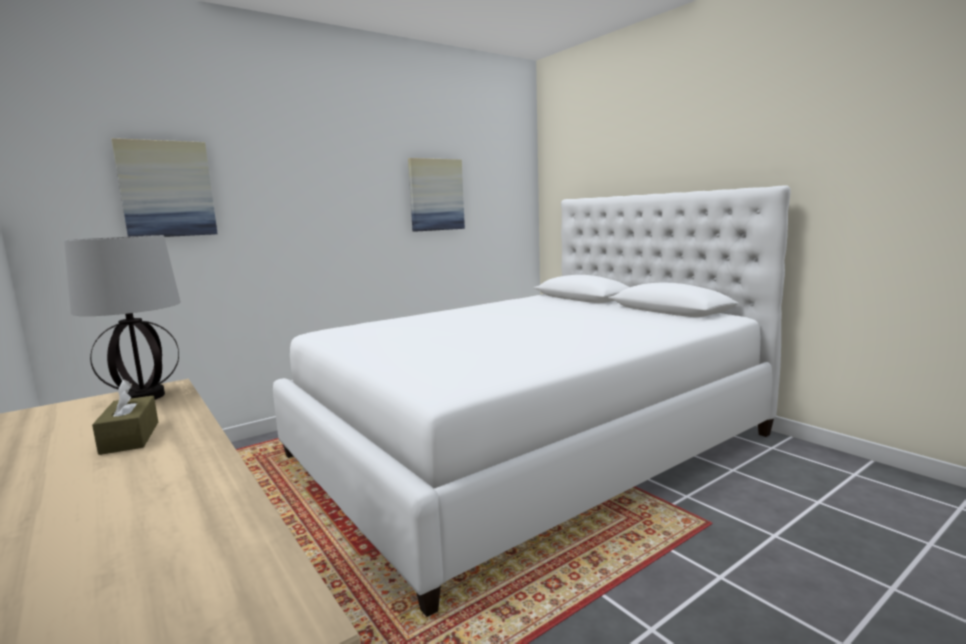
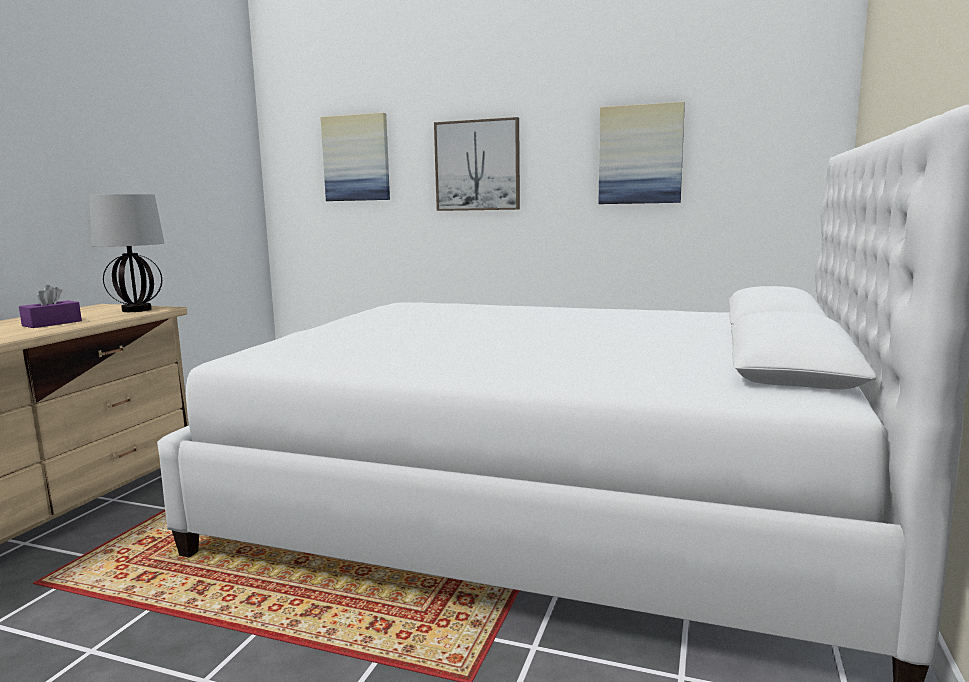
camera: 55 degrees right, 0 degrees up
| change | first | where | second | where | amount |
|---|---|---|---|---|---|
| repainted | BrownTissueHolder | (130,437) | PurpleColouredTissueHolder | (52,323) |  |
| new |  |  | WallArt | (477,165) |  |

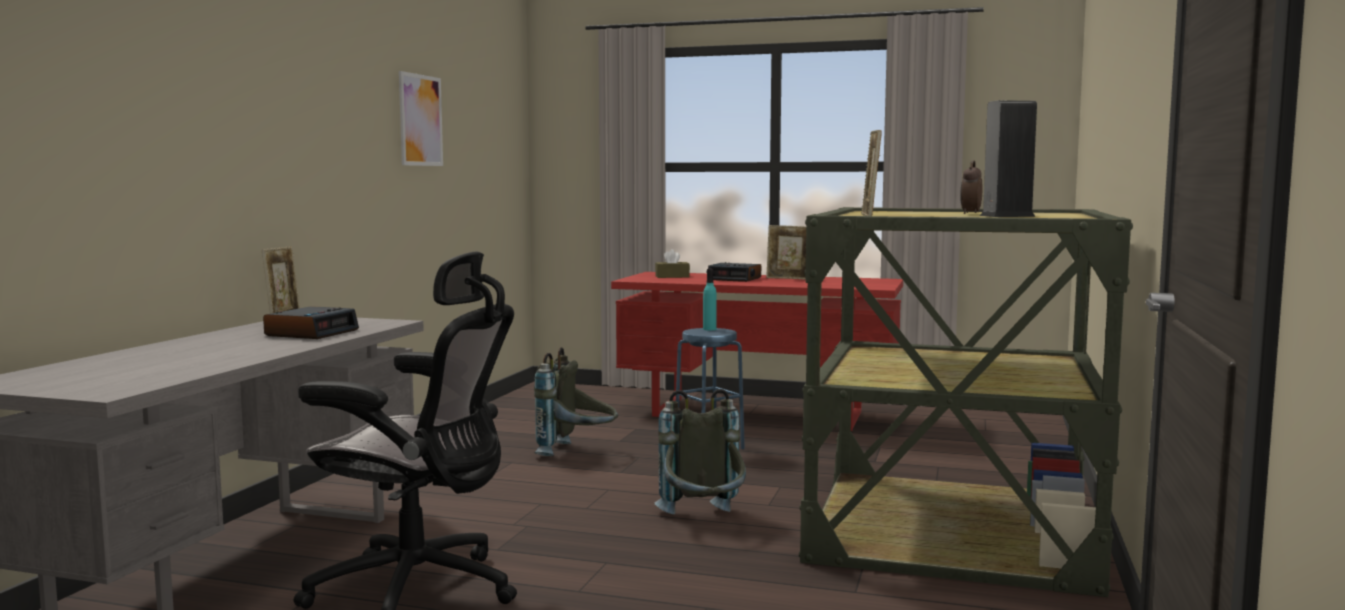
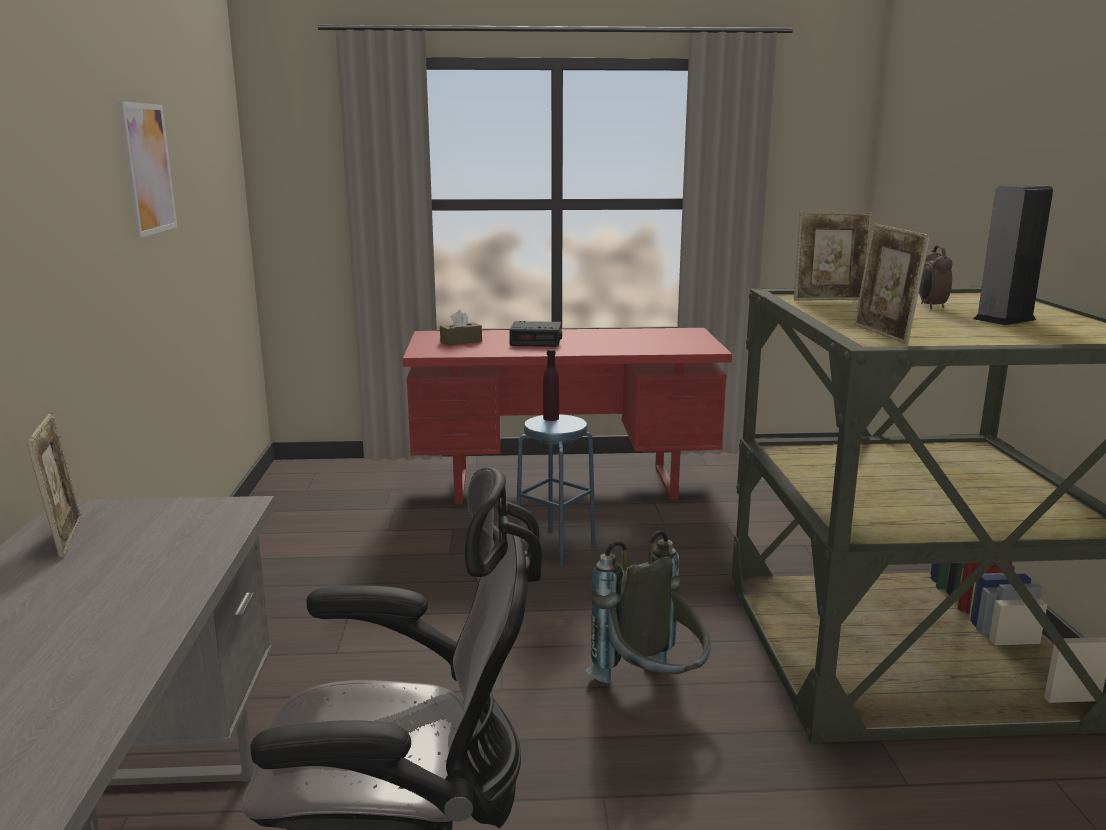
camera: 20 degrees left, 10 degrees up
| change | first | where | second | where | amount |
|---|---|---|---|---|---|
| shifted | PictureFrame | (789,279) |  | (828,300) |  |
| repainted | BlueGreenDrinkBottle | (709,329) | PurpleColouredDrinkBottle | (551,418) |  |
| gone | BedsideClock | (312,332) |  |  |  |
| gone | GrayKnapsack | (577,452) |  |  |  |

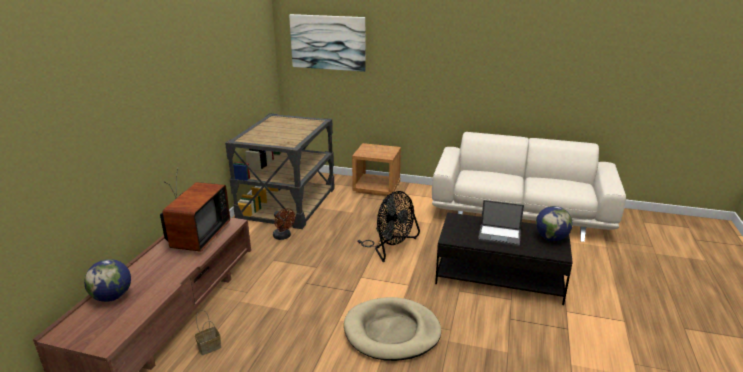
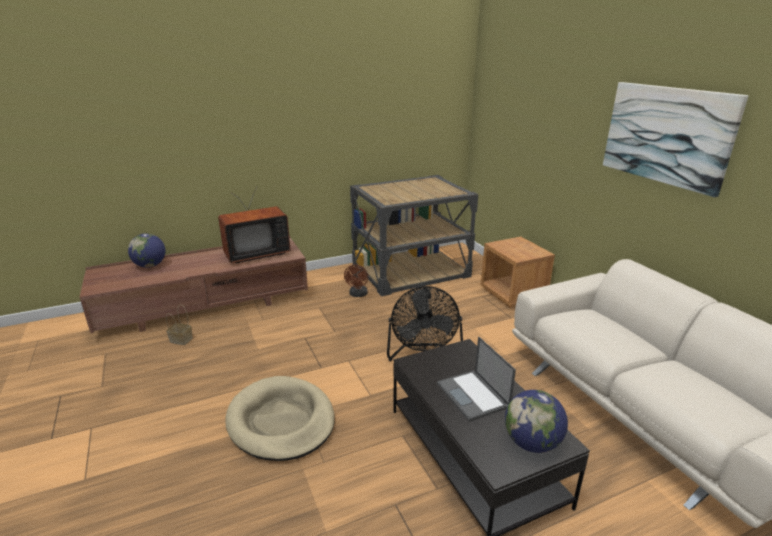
camera: 50 degrees right, 0 degrees up
| change | first | where | second | where | amount |
|---|---|---|---|---|---|
| shifted | WallArt | (328,42) |  | (666,135) |  |

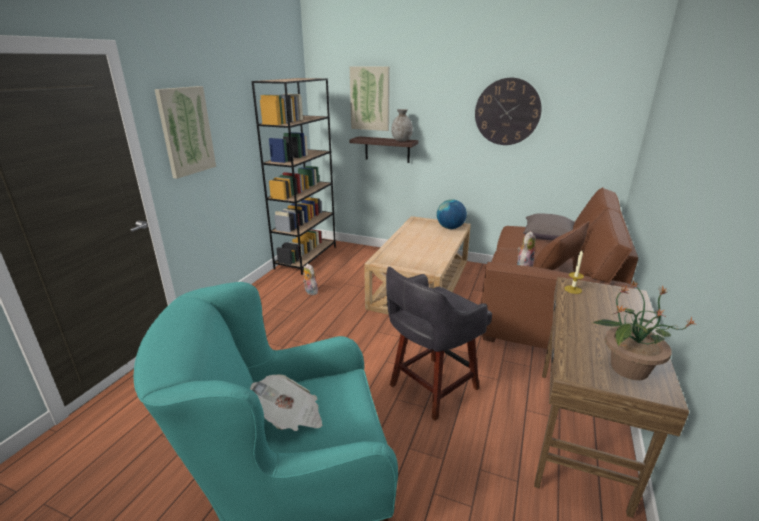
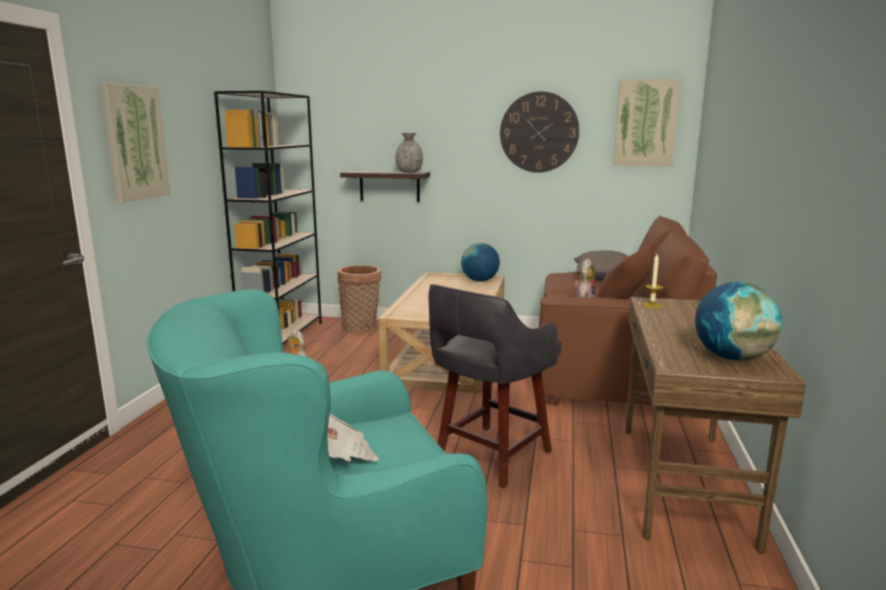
camera: 10 degrees left, 10 degrees down
| change | first | where | second | where | amount |
|---|---|---|---|---|---|
| shifted | WallArt | (370,98) |  | (645,123) |  |
| swapped | PottedPlant | (627,368) | WorldGlobe | (732,357) |  |
| new |  |  | StorageBasket | (361,327) |  |

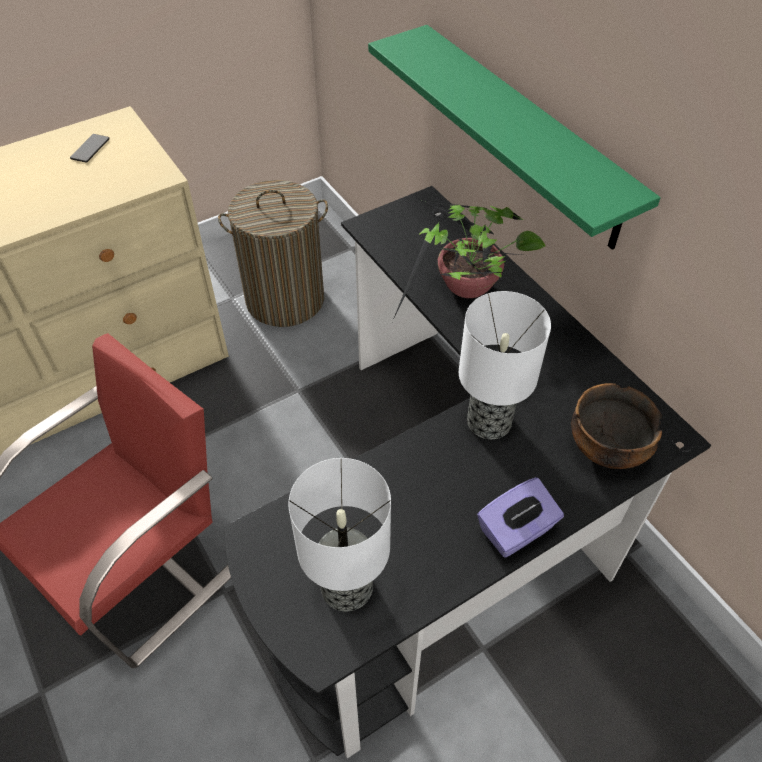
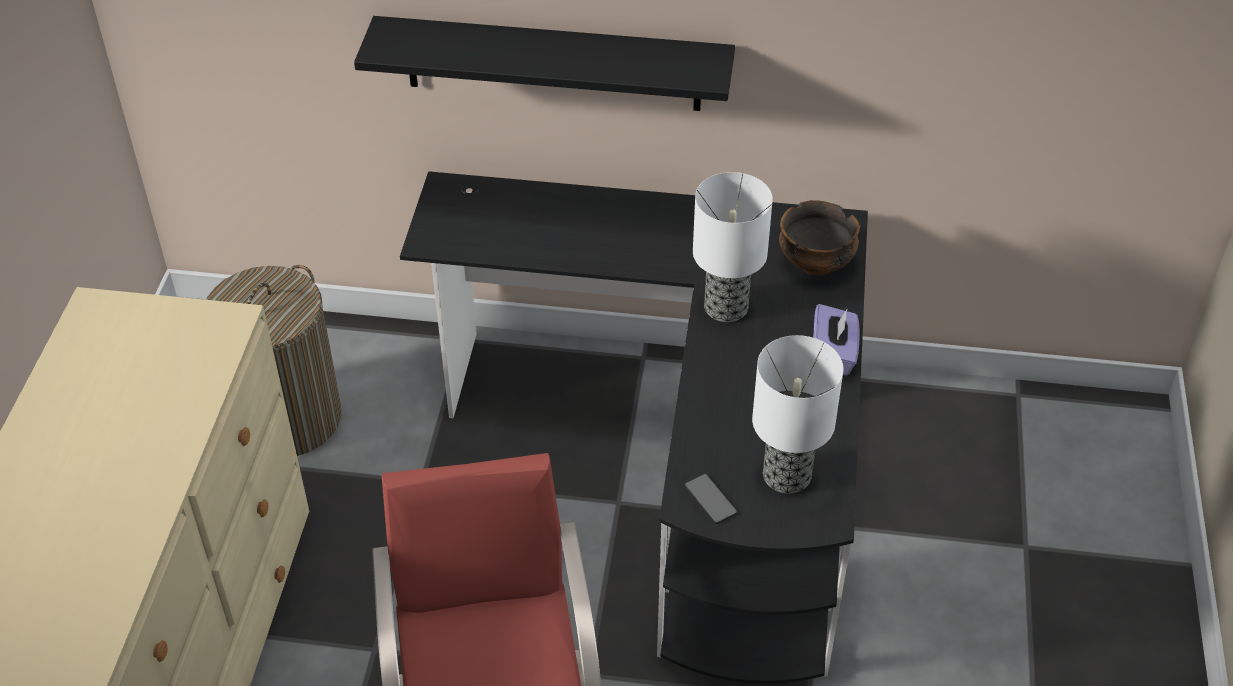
camera: 50 degrees left, 5 degrees down
| change | first | where | second | where | amount |
|---|---|---|---|---|---|
| repainted | GreenColouredBracketShelf | (523,136) | BlackBracketShelf | (553,64) |  |
| shifted | Telephone | (90,149) |  | (710,499) |  |
| gone | PottedPlant | (465,290) |  |  |  |

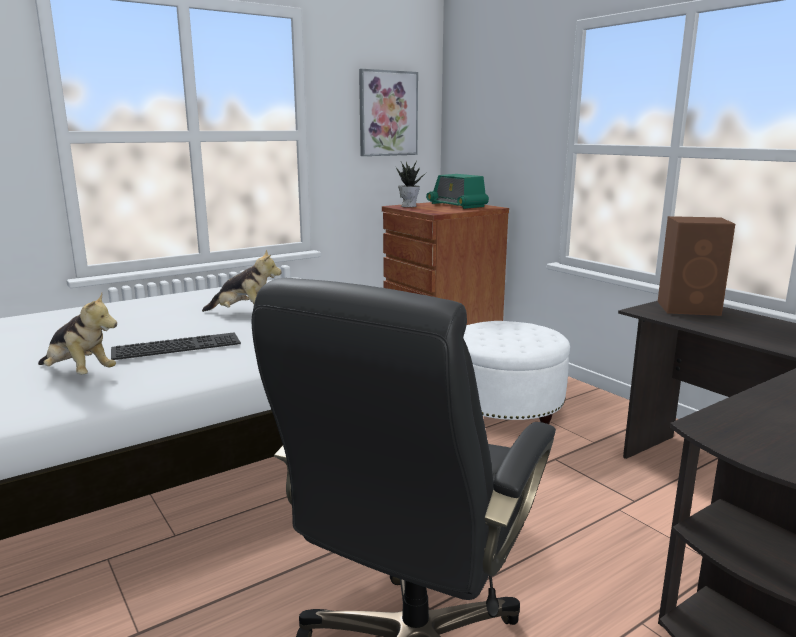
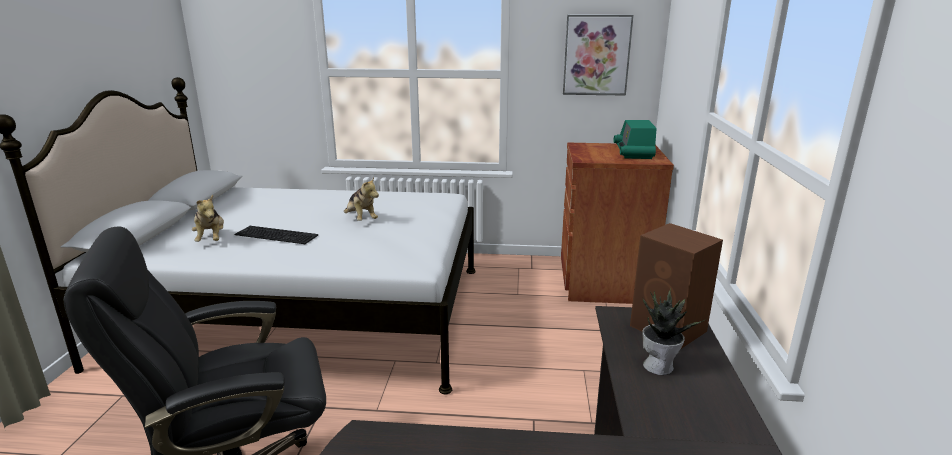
camera: 40 degrees right, 5 degrees up
| change | first | where | second | where | amount |
|---|---|---|---|---|---|
| shifted | PottedPlant | (409,206) |  | (659,365) |  |
| gone | WhiteOttoman | (505,410) |  |  |  |

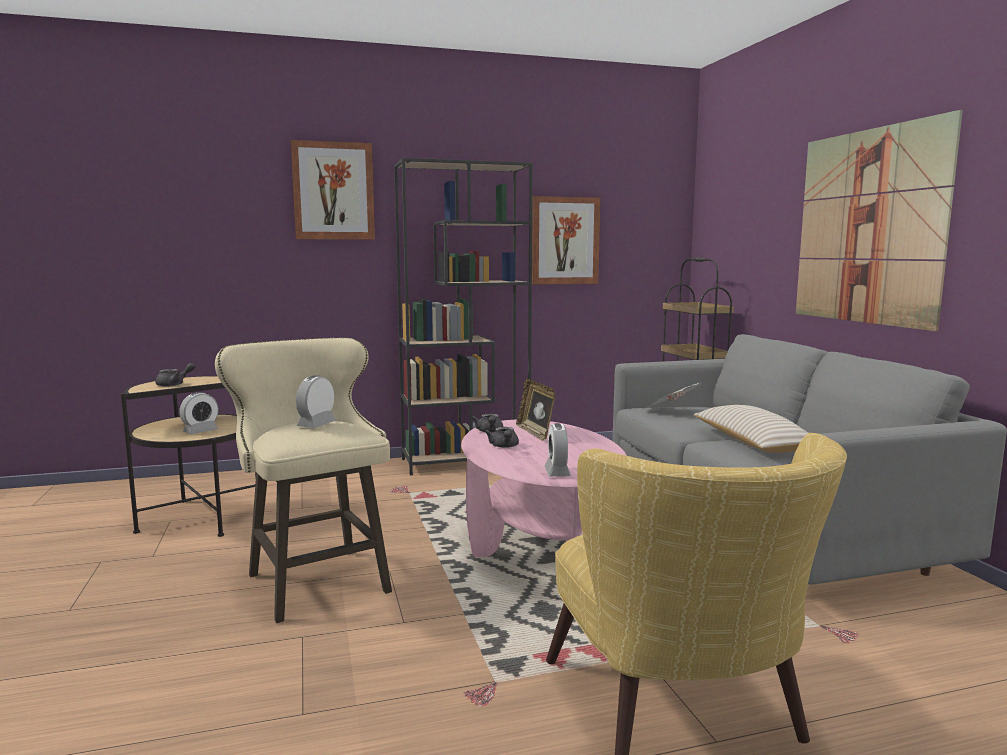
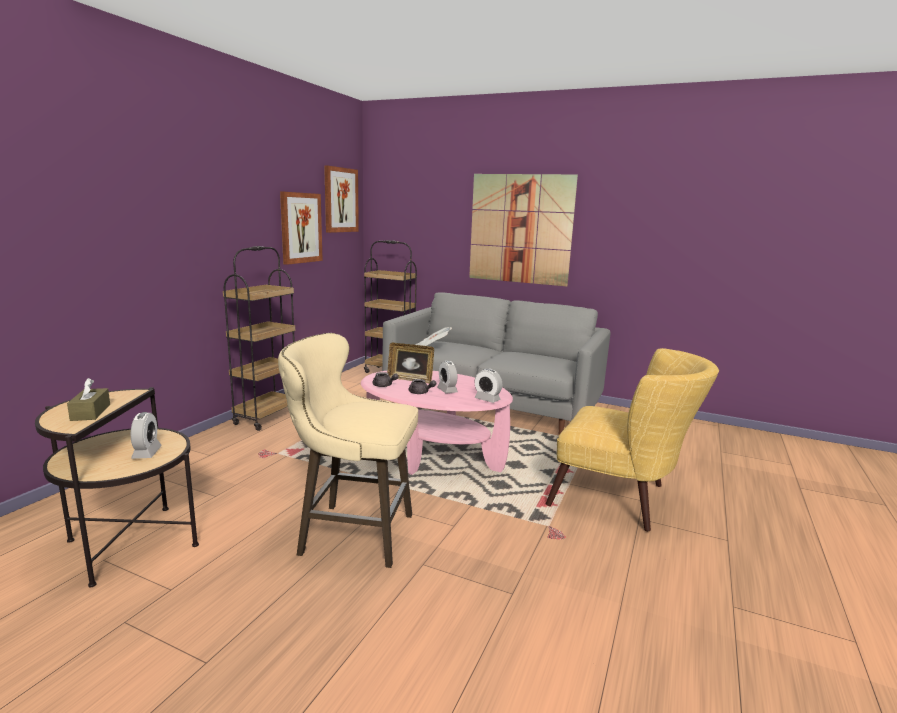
camera: 50 degrees left, 5 degrees up
| change | first | where | second | where | amount |
|---|---|---|---|---|---|
| shifted | WallArt | (333,191) |  | (340,200) |  |
| swapped | Bookshelf | (466,461) | BrownTrolley | (267,418) |  |
| swapped | GrayTeaPot | (174,384) | BrownTissueHolder | (90,412) |  |
| shifted | BedsideClock | (316,424) |  | (447,390) |  |
| gone | SandColouredThrowPillow | (752,442) |  |  |  |

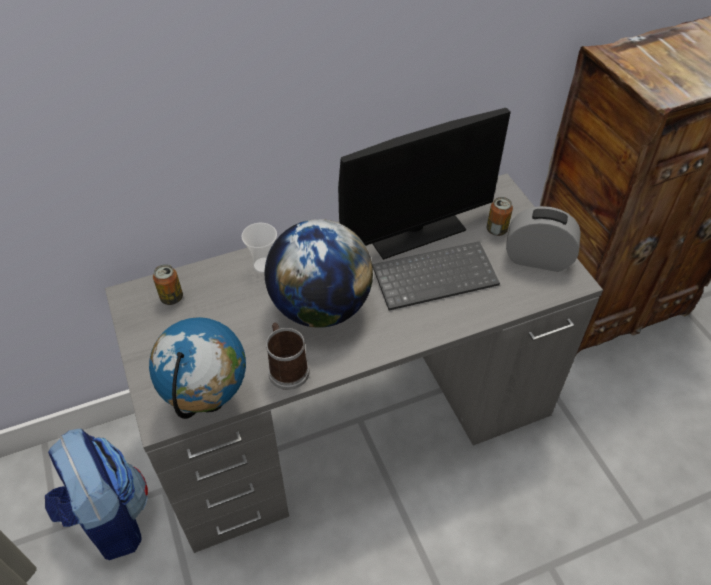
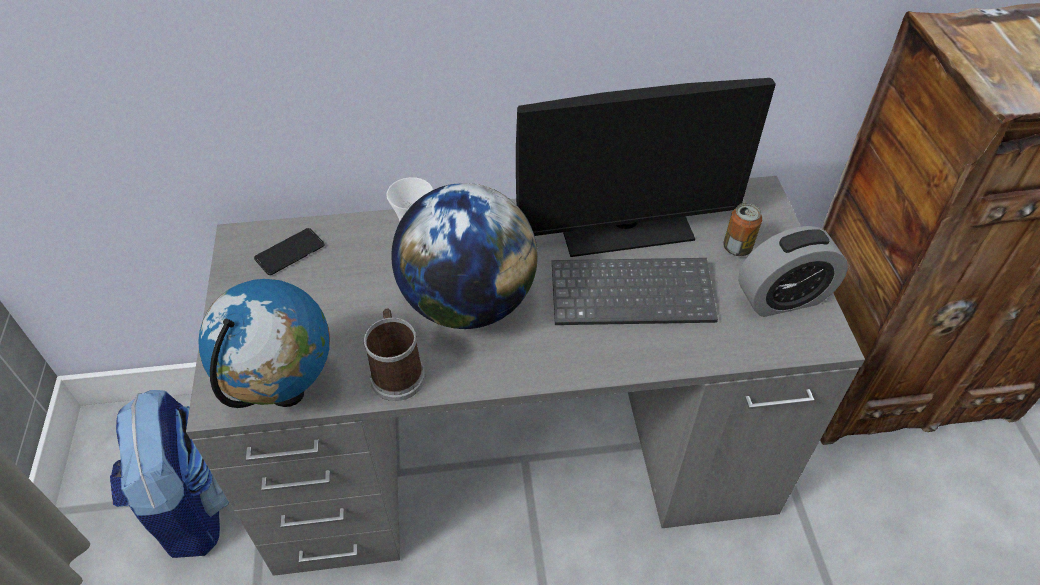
camera: 15 degrees right, 0 degrees up
| change | first | where | second | where | amount |
|---|---|---|---|---|---|
| rotated | BedsideClock | (537,259) |  | (782,298) | 135 degrees clockwise |
| swapped | SealedCan | (171,298) | Telephone | (290,252) |  |

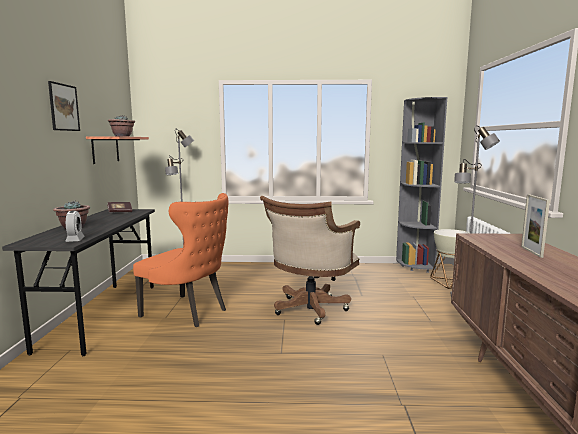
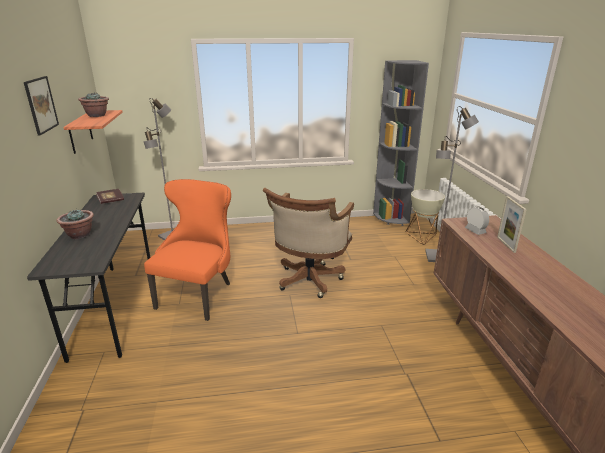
camera: 10 degrees left, 15 degrees up
| change | first | where | second | where | amount |
|---|---|---|---|---|---|
| rotated | OrangeyPlainChair | (188,312) |  | (198,295) | 90 degrees counterclockwise |
| shifted | BedsideClock | (75,240) |  | (475,230) |  |

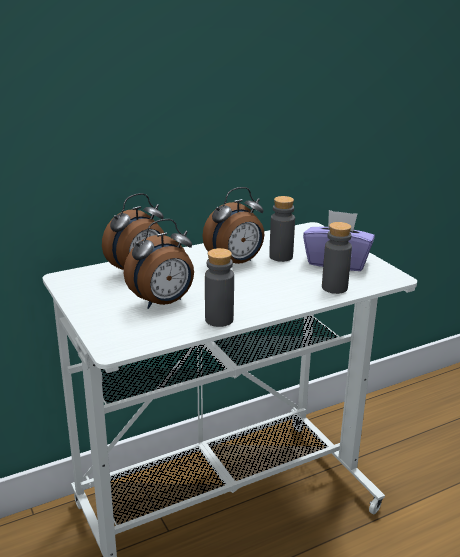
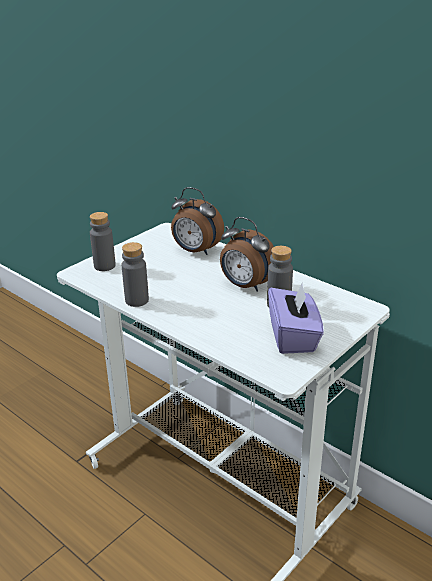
camera: 70 degrees right, 5 degrees up
| change | first | where | second | where | amount |
|---|---|---|---|---|---|
| gone | BedsideClock | (163,303) |  |  |  |
| shifted | GrayDrinkBottle | (334,288) |  | (104,266) |  |

